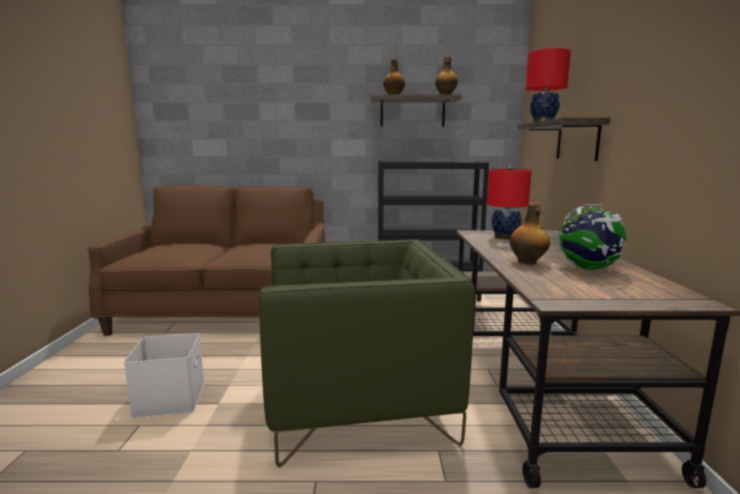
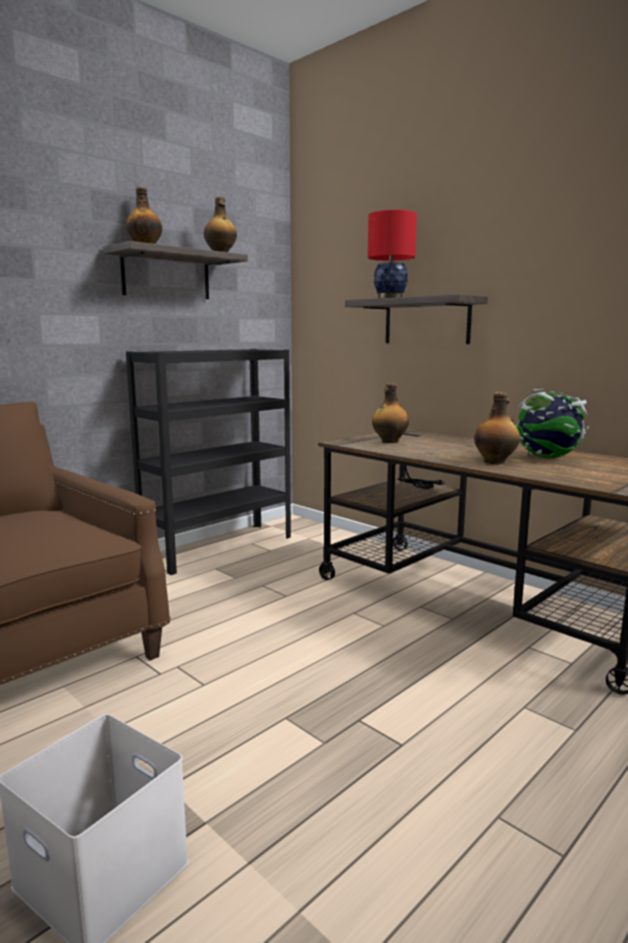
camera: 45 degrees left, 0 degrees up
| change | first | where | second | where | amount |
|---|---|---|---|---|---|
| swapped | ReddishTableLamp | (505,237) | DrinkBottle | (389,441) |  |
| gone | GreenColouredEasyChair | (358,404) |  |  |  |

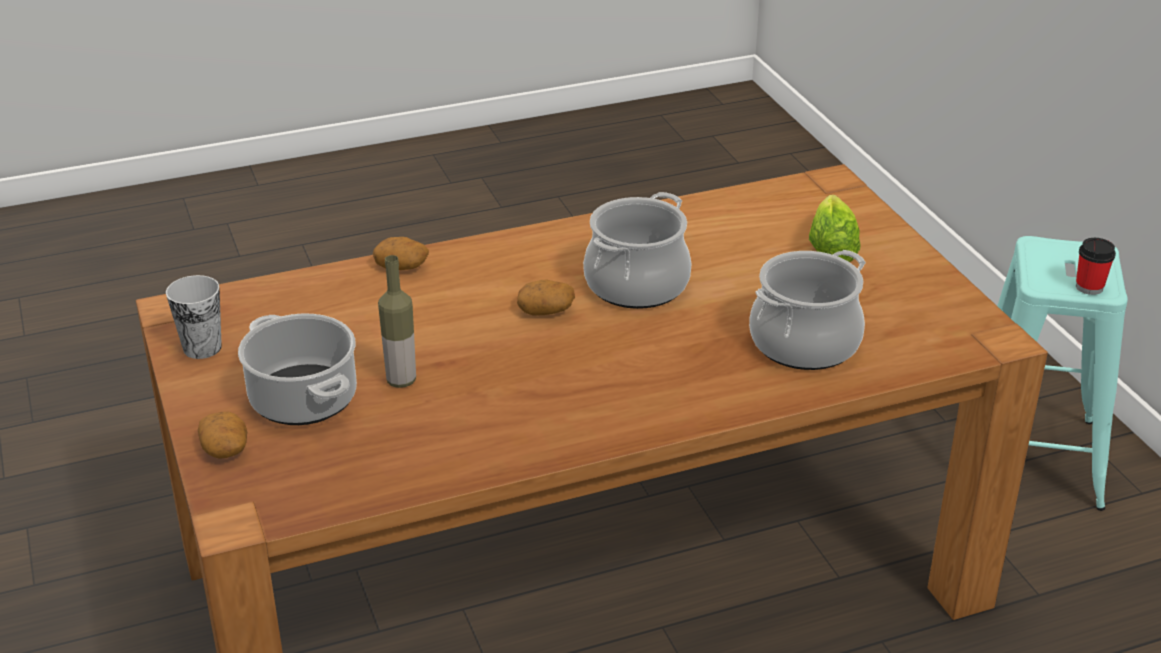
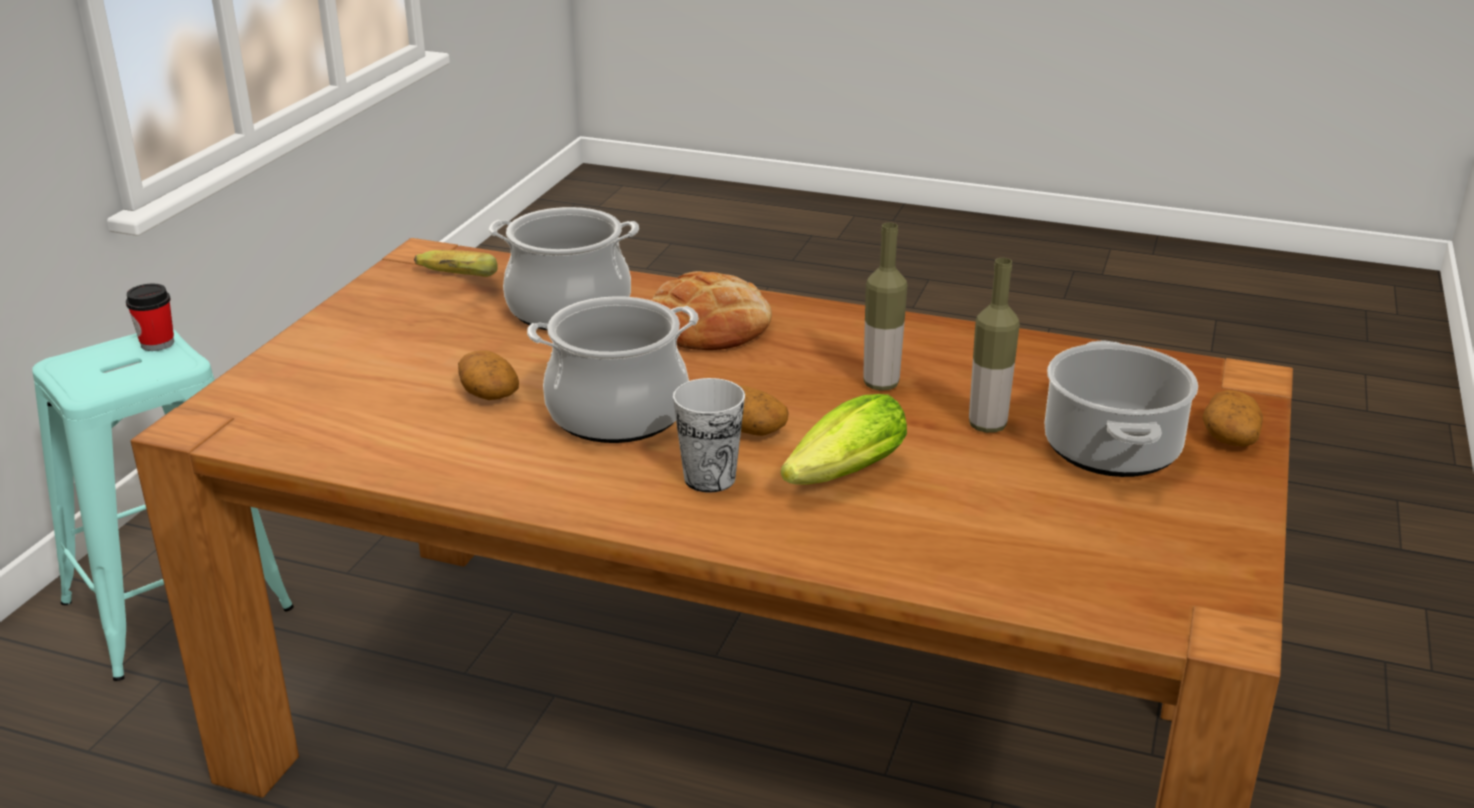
camera: 140 degrees left, 5 degrees down
| change | first | where | second | where | amount |
|---|---|---|---|---|---|
| shifted | Lettuce | (832,246) |  | (839,478) |  |
| shifted | Spud | (402,266) |  | (488,393) |  |
| shifted | DrinkingCup | (202,348) |  | (709,478) |  |
| new |  |  | DrinkBottle | (881,384) |  |
| new |  |  | Banana | (449,288) |  |
| new |  |  | BakeryBread | (708,326) |  |

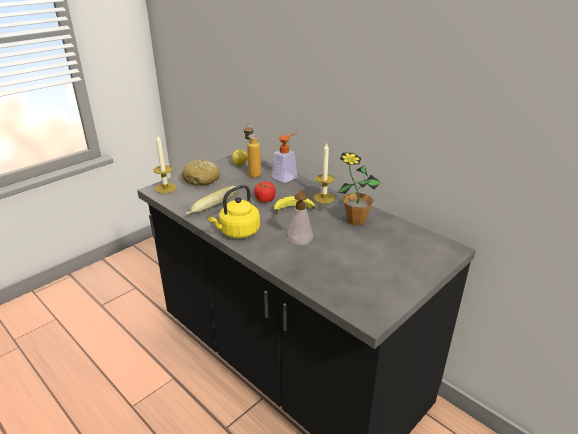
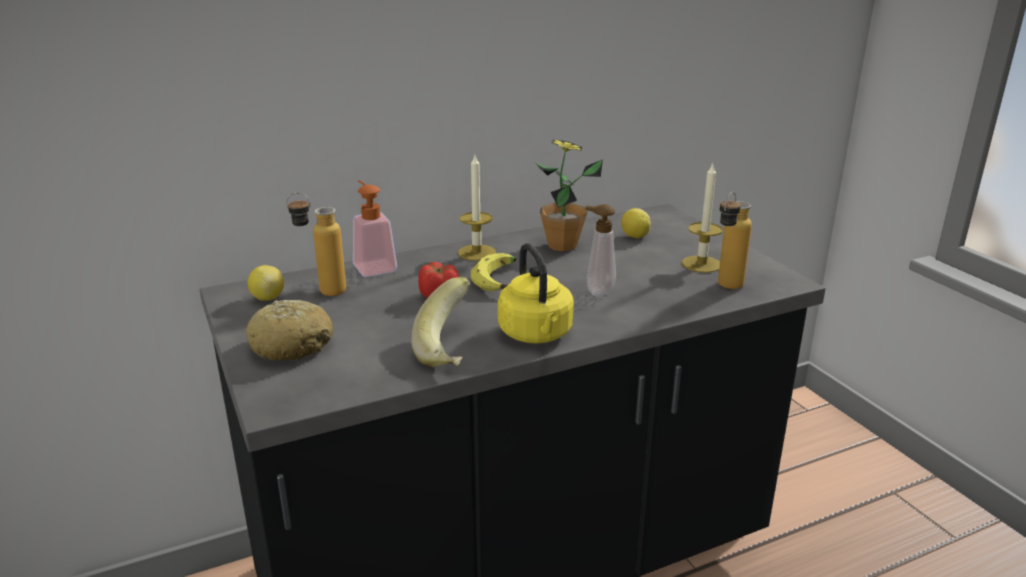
camera: 70 degrees left, 5 degrees down
| change | first | where | second | where | amount |
|---|---|---|---|---|---|
| shifted | Candle | (165,188) |  | (701,264) |  |
| new |  |  | DrinkBottle | (725,288) |  |
| new |  |  | WholeLemon | (634,236) |  |

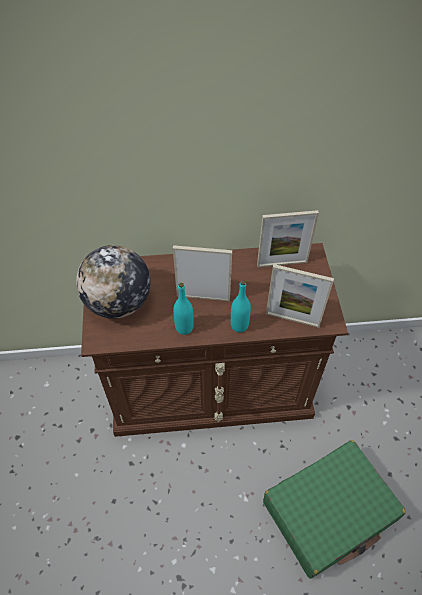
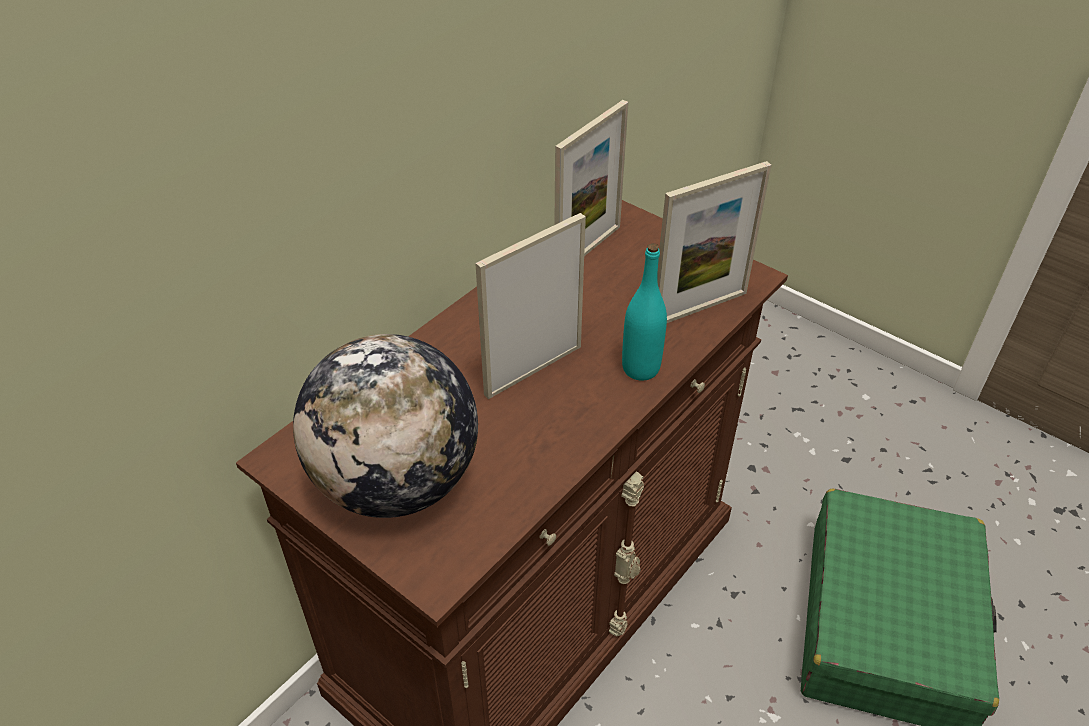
camera: 45 degrees left, 10 degrees down
| change | first | where | second | where | amount |
|---|---|---|---|---|---|
| gone | BlueGreenDrinkBottle | (184,327) |  |  |  |

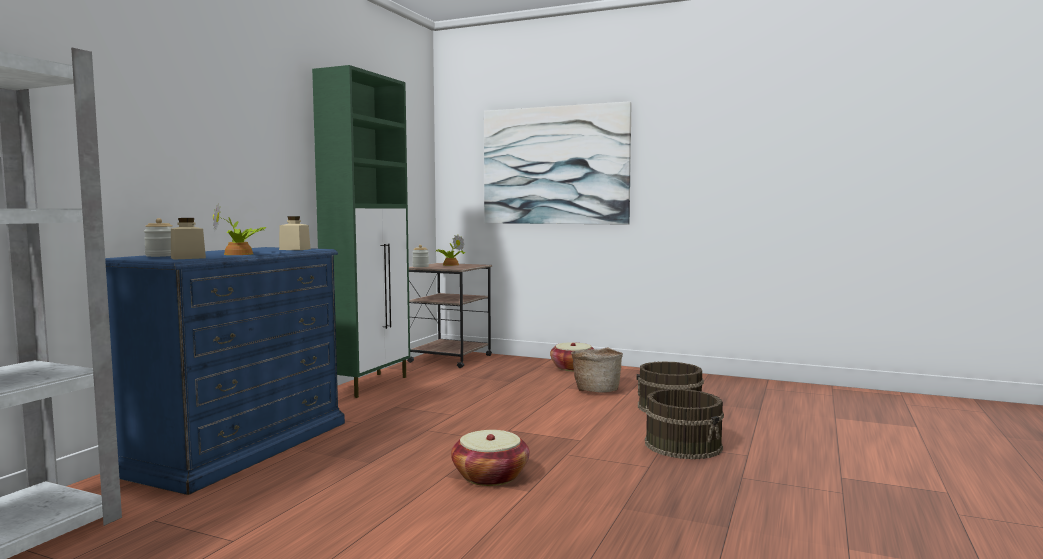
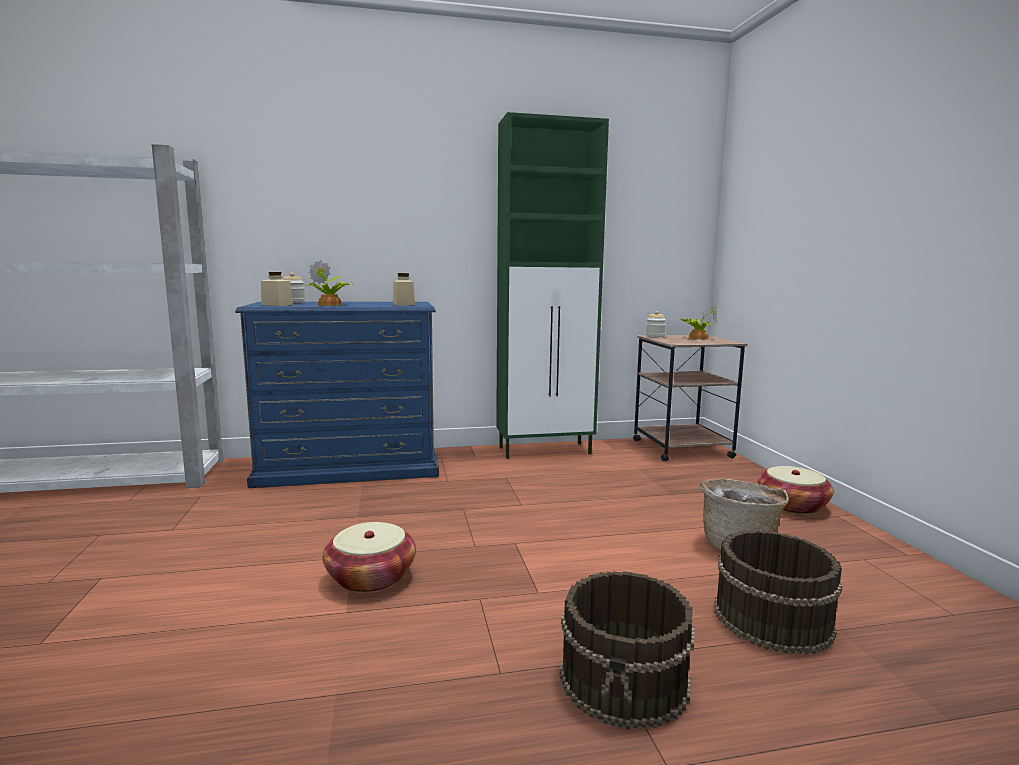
camera: 55 degrees right, 5 degrees up
| change | first | where | second | where | amount |
|---|---|---|---|---|---|
| gone | WallArt | (555,165) |  |  |  |

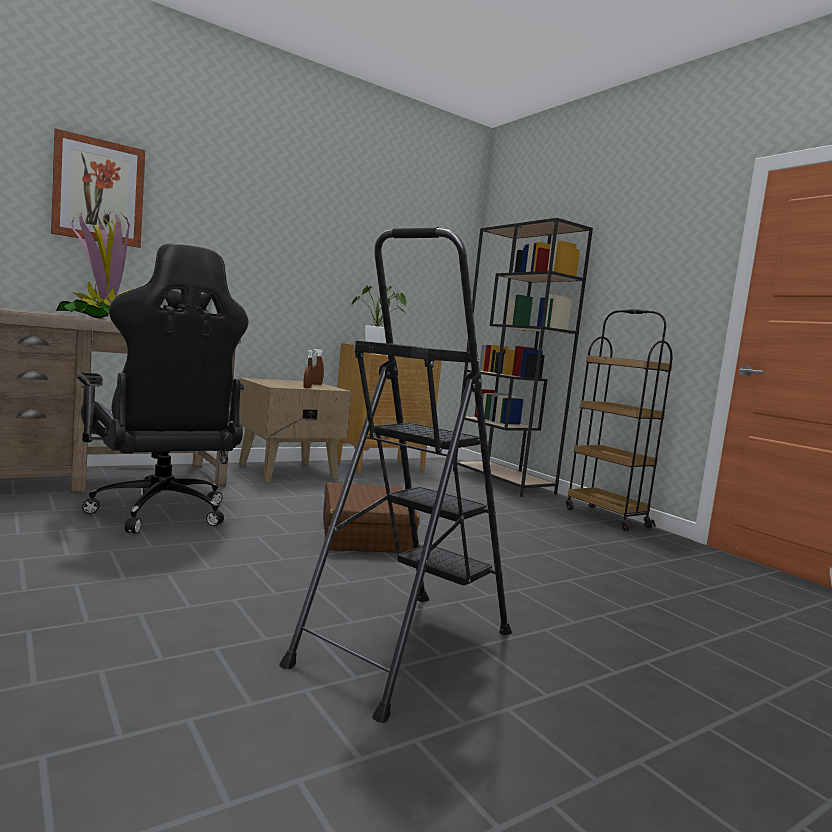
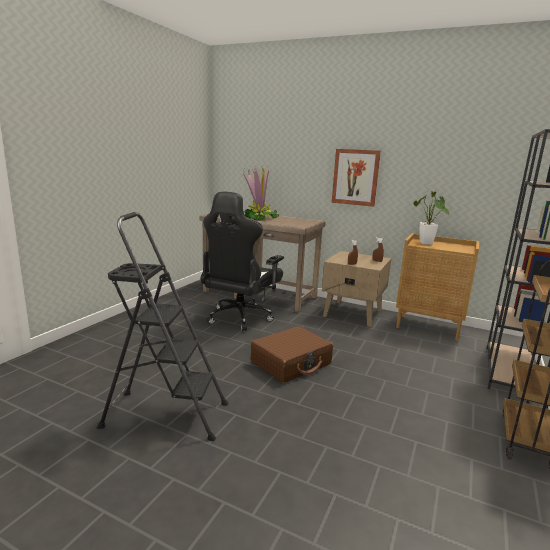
camera: 60 degrees right, 10 degrees up
| change | first | where | second | where | amount |
|---|---|---|---|---|---|
| shifted | WallArt | (98,191) |  | (355,177) |  |

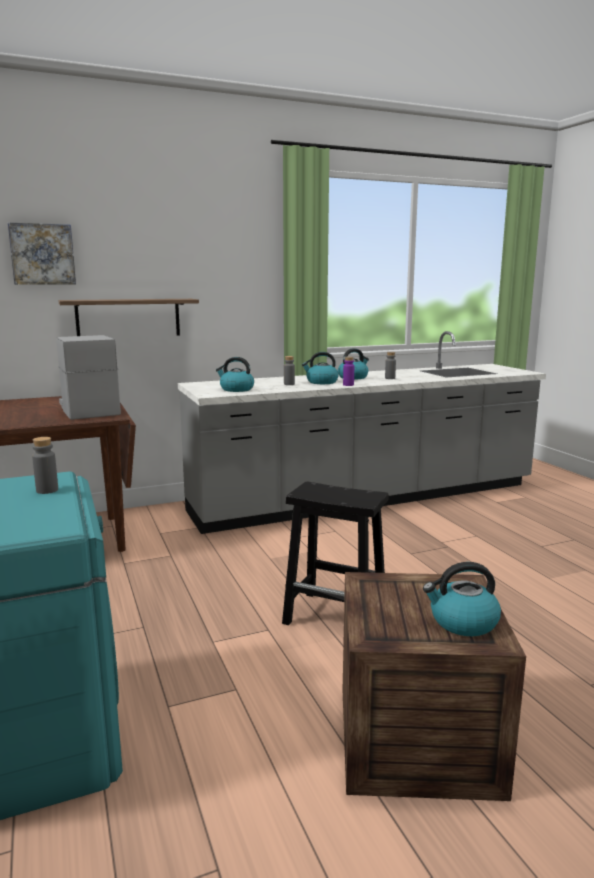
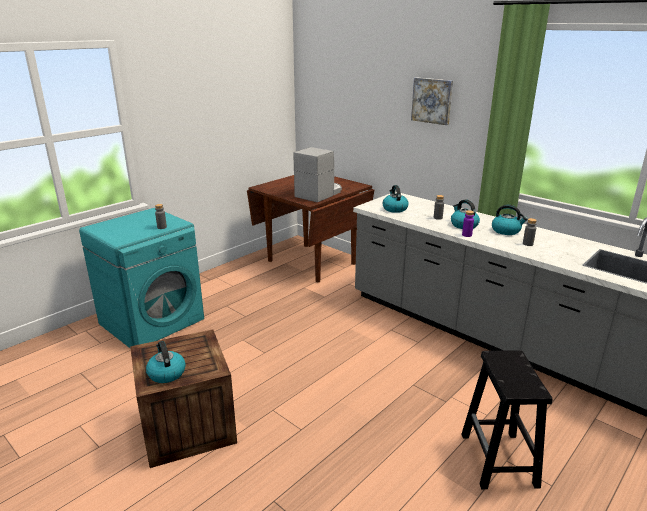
camera: 65 degrees right, 10 degrees up
| change | first | where | second | where | amount |
|---|---|---|---|---|---|
| shifted | WallArt | (42,254) |  | (432,100) |  |
| gone | BracketShelf | (128,318) |  |  |  |
| shifted | BlackSittingStool | (337,616) |  | (499,461) |  |

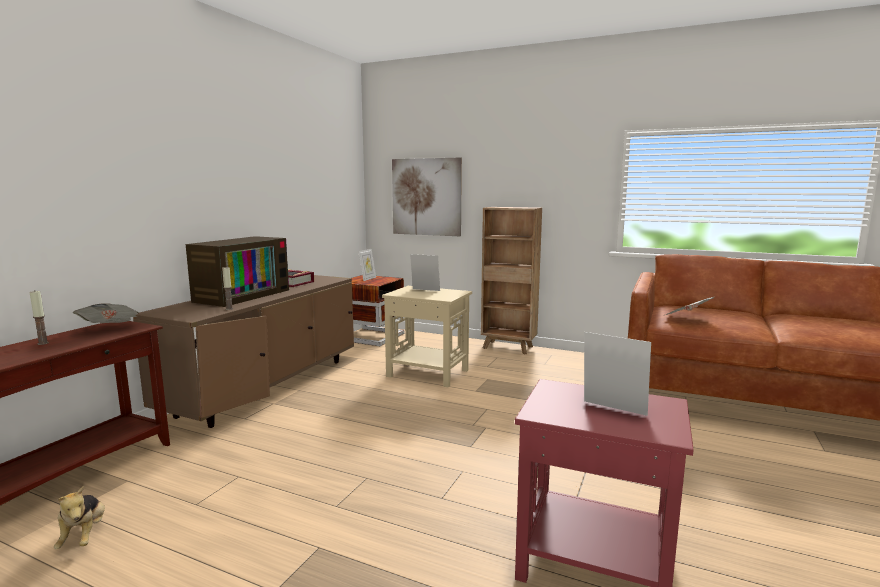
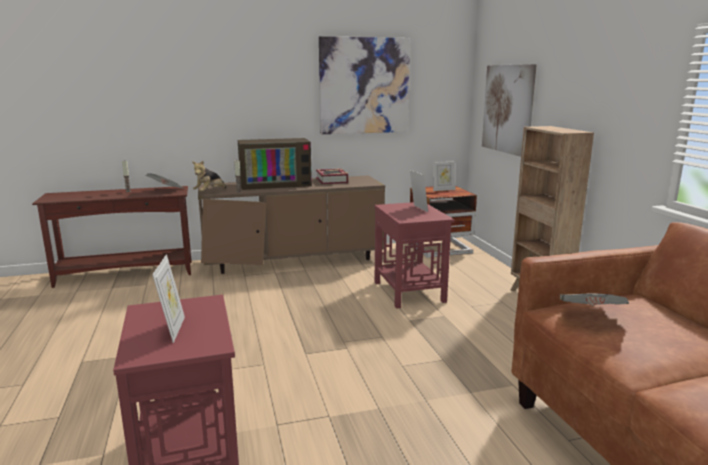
camera: 50 degrees right, 5 degrees up
| change | first | where | second | where | amount |
|---|---|---|---|---|---|
| repainted | SandColouredEndTable | (428,373) | ReddishEndTable | (409,291) |  |
| shifted | PlushToy | (84,536) |  | (210,192) |  |
| new |  |  | WallArt | (364,86) |  |

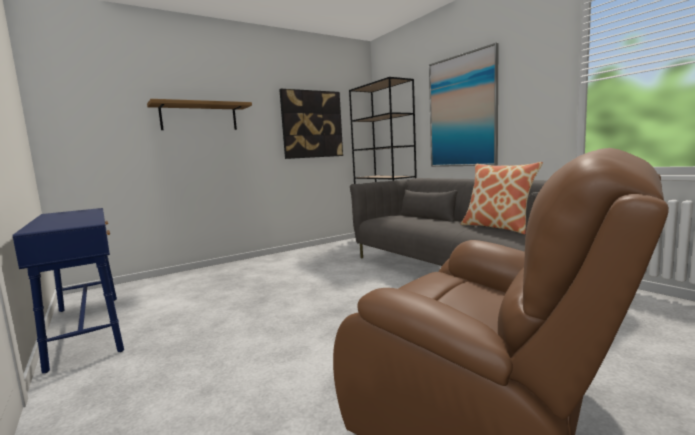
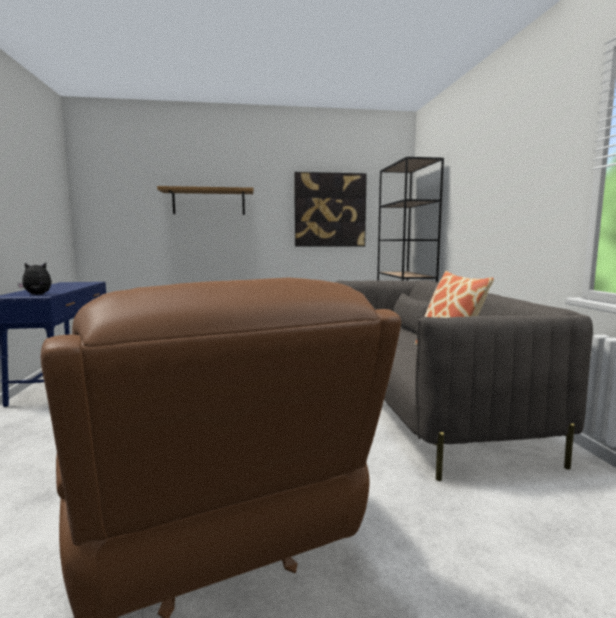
camera: 25 degrees right, 0 degrees up
| change | first | where | second | where | amount |
|---|---|---|---|---|---|
| gone | WallArt | (462,111) |  |  |  |
| new |  |  | PlushToy | (37,294) |  |

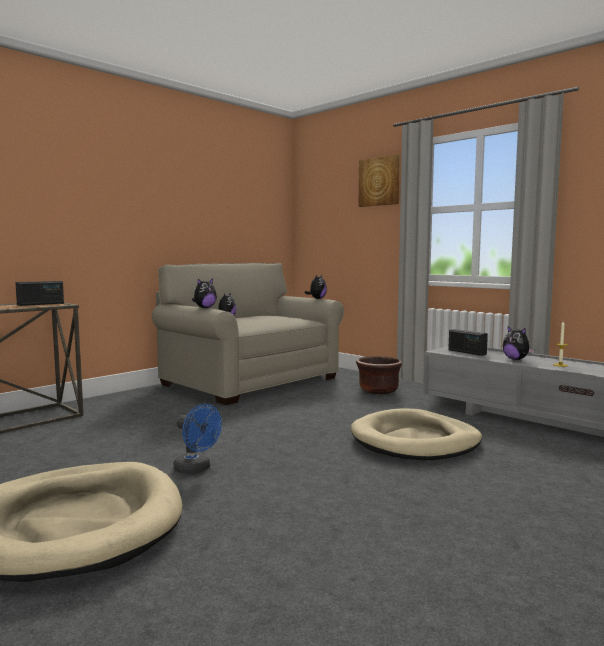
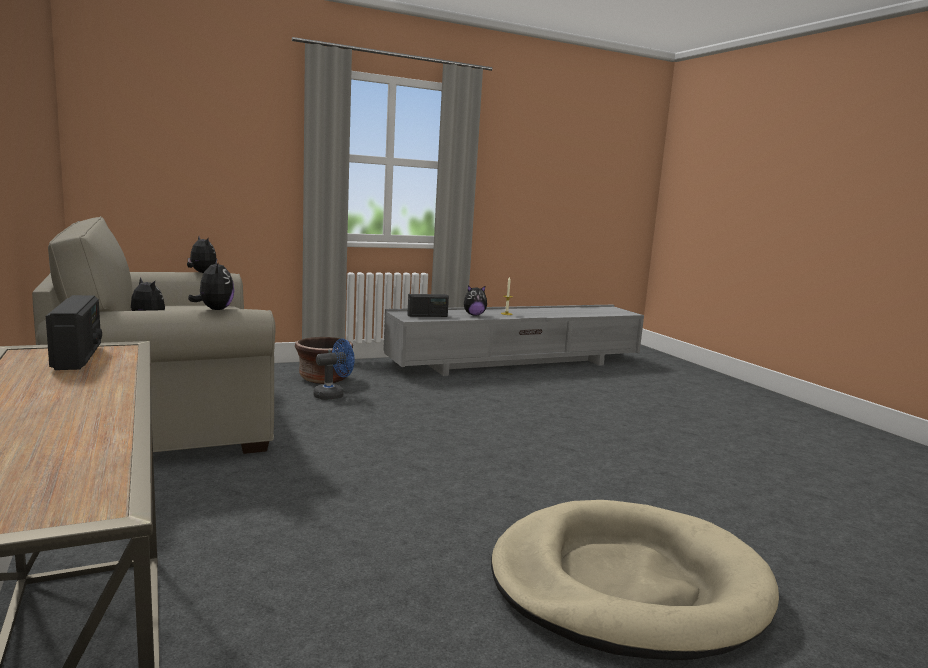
camera: 70 degrees left, 5 degrees up
| change | first | where | second | where | amount |
|---|---|---|---|---|---|
| gone | WallArt | (379,181) |  |  |  |
| shifted | BlueColouredFan | (196,469) |  | (333,395) |  |
| gone | SandColouredDogBed | (415,441) |  |  |  |

